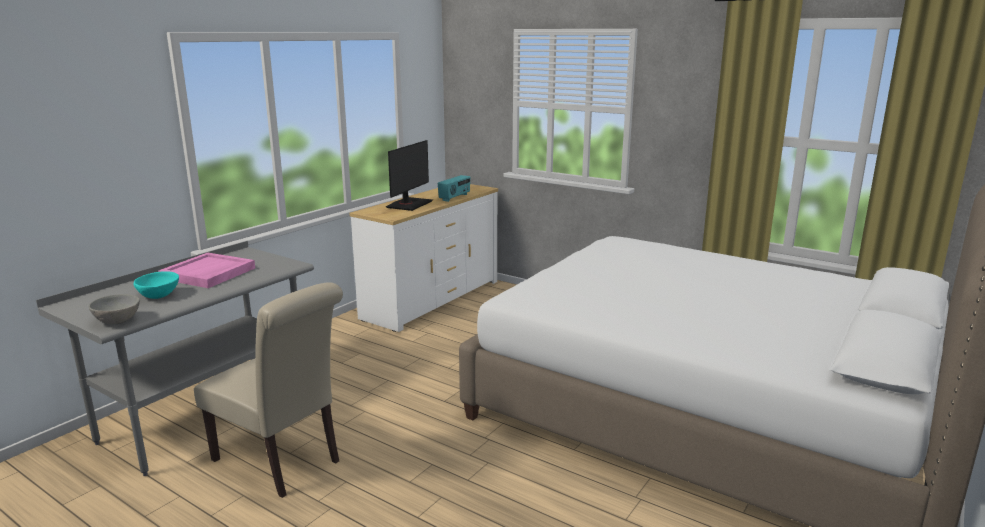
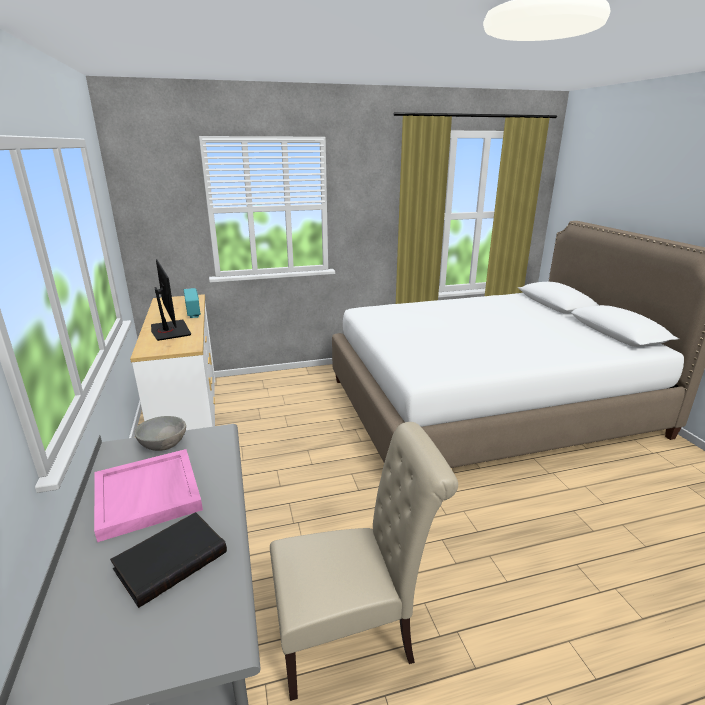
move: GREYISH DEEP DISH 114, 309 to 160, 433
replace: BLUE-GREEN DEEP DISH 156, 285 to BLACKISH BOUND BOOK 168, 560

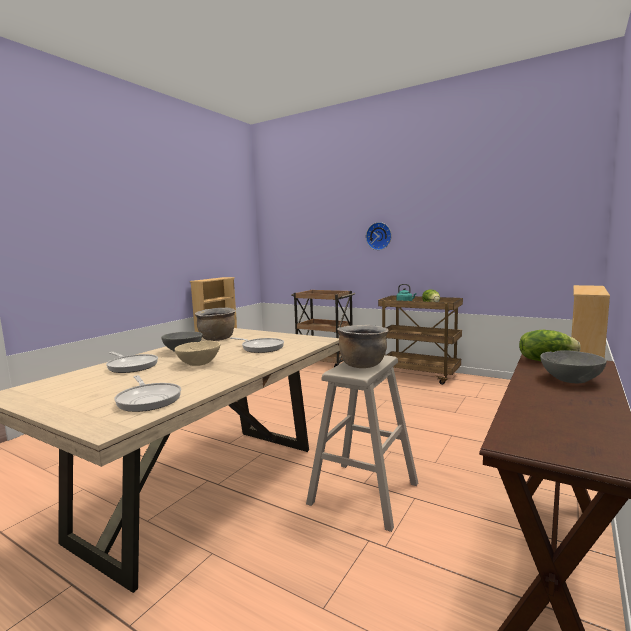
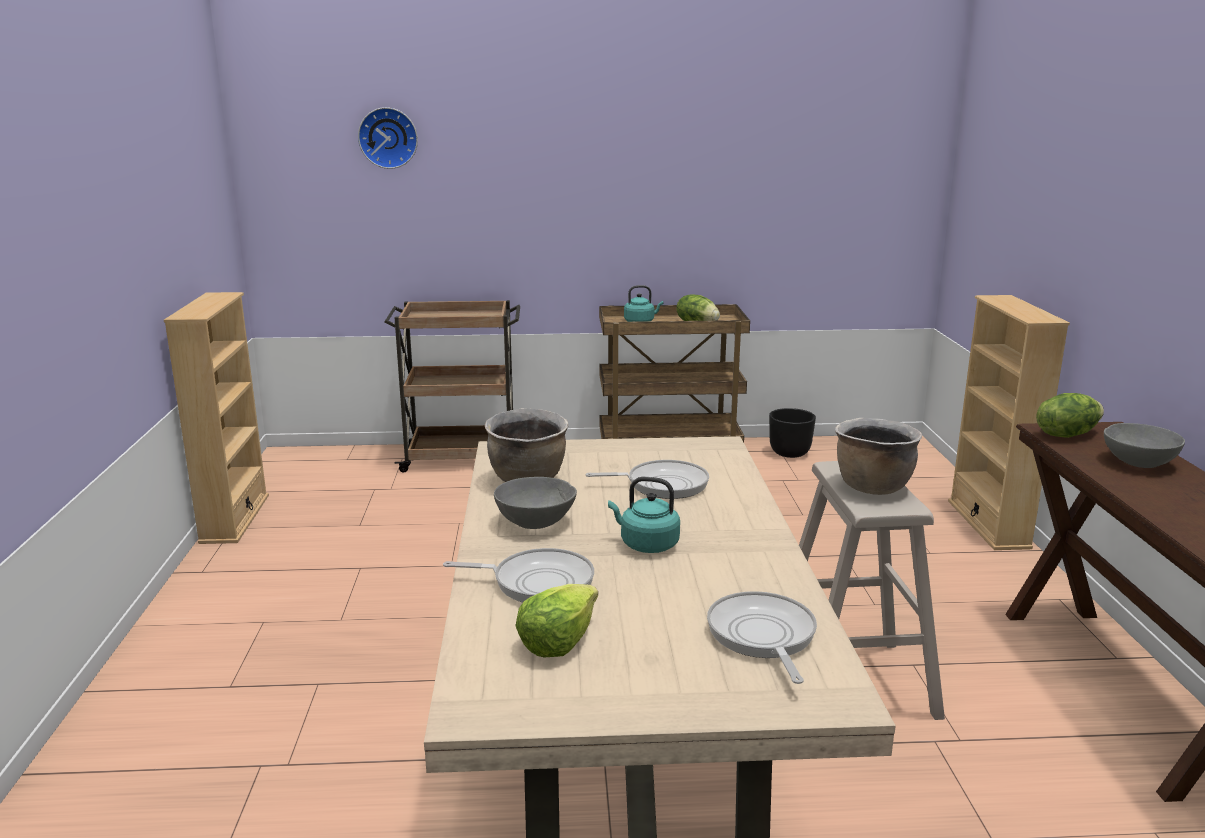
insert: HEAD OF LETTUCE 557, 620; BLACKISH PLANT POT 792, 433
move: HANGING CLOCK 379, 236 to 388, 138
replace: BEIGE-COLOURED DEEP DISH 197, 353 to BLUE-GREEN TEA KETTLE 644, 515
rotate: FRYING PAN 147, 393 = 762, 637 120 degrees counterclockwise

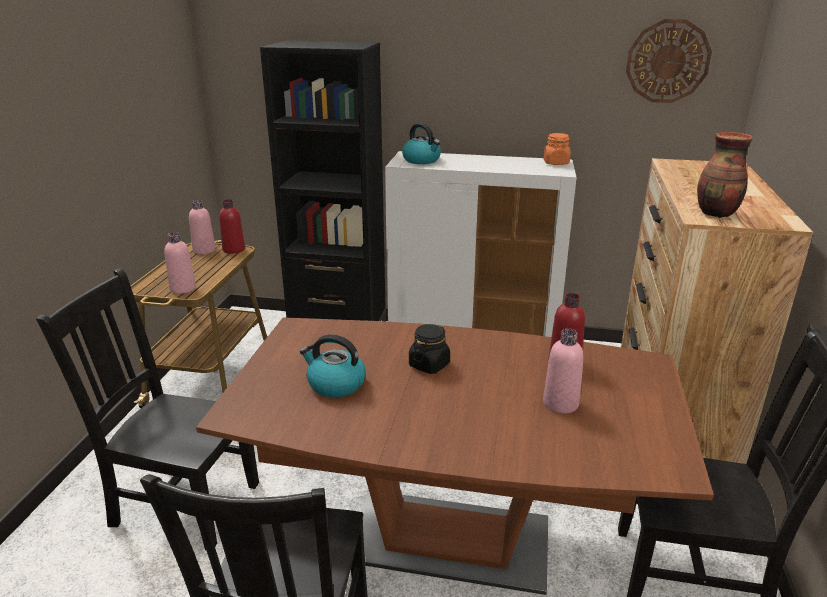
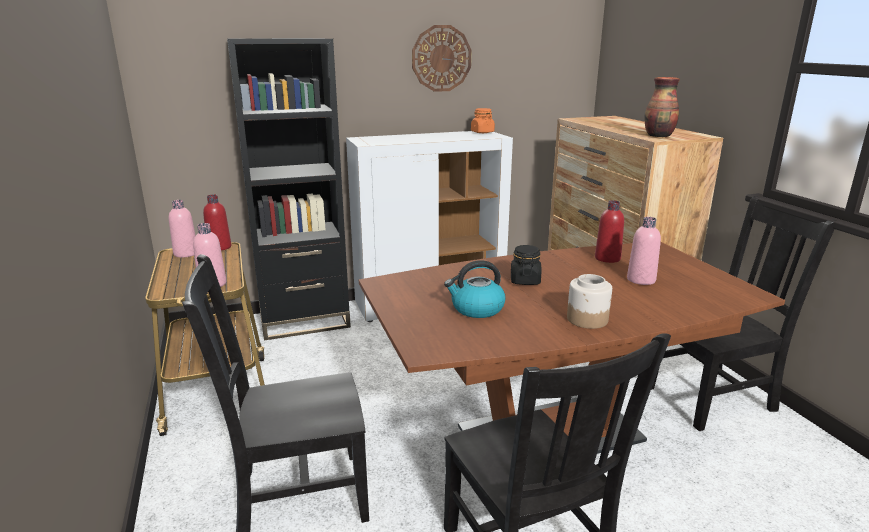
delete: TEA KETTLE 421, 143
insert: PRESERVE JAR 589, 301
move: HANGING CLOCK 669, 61 to 441, 58

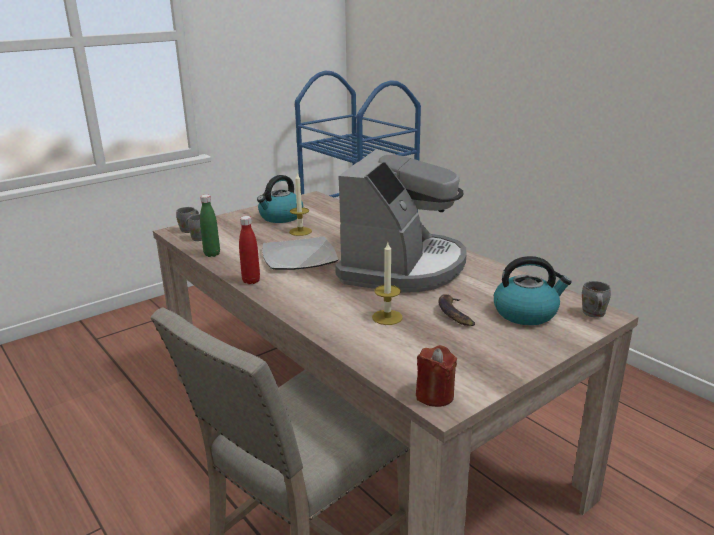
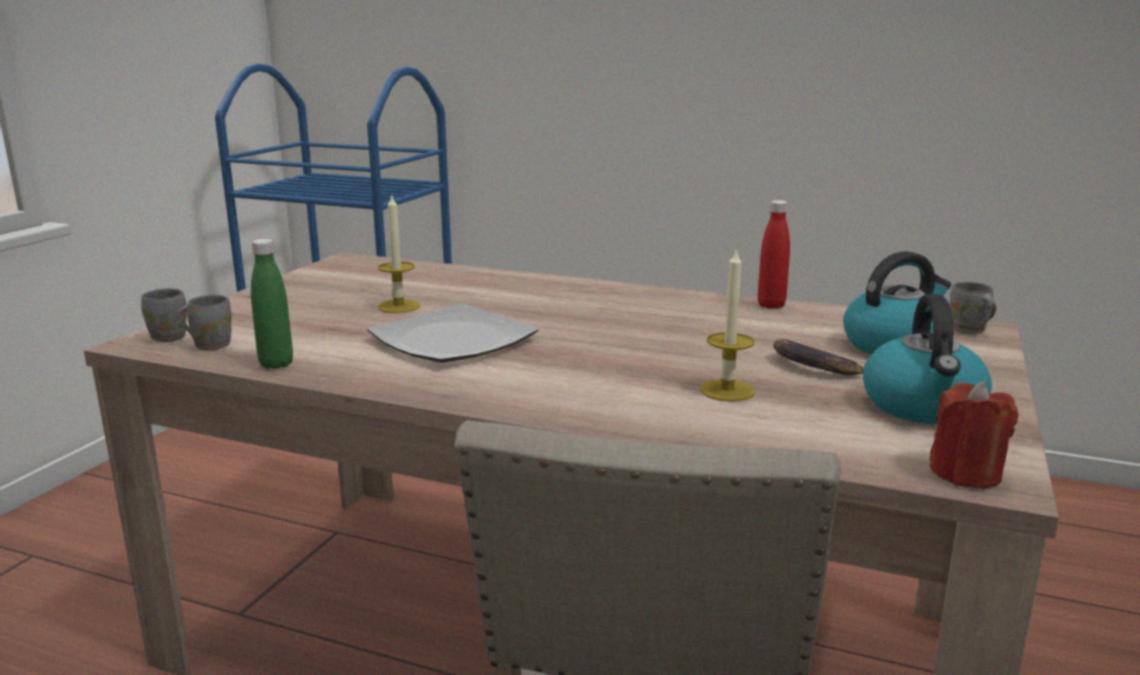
delete: COFFEE BREWER 400, 221
move: RED DRINK BOTTLE 249, 250 to 774, 254; TEA KETTLE 280, 199 to 927, 359

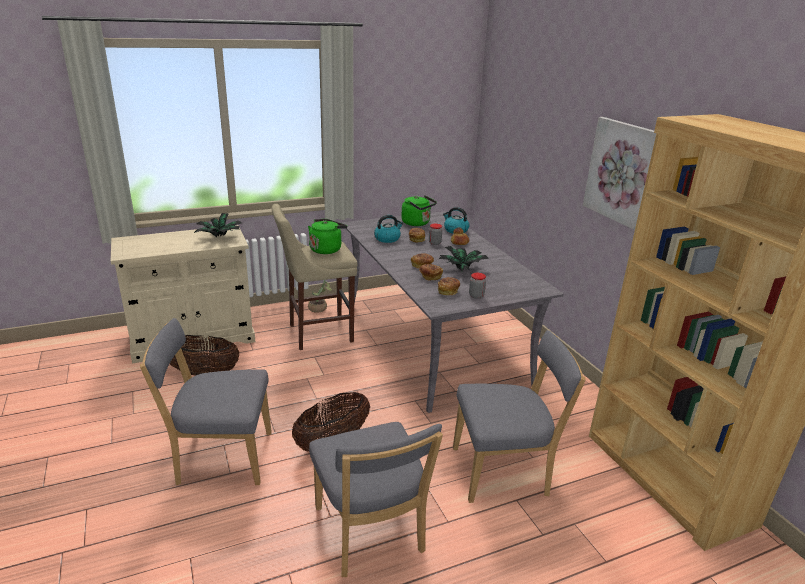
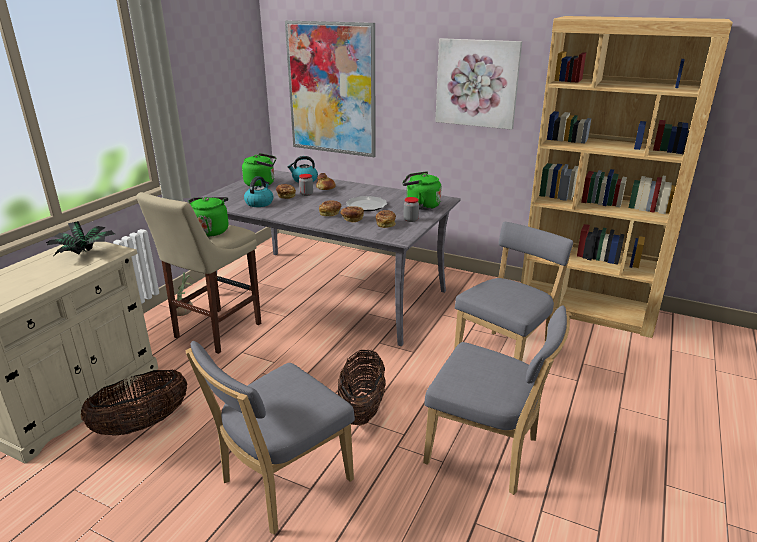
insert: WALL ART 330, 89; GREEN TEA KETTLE 421, 190
replace: PLANT IN A POT 464, 258 to FLAT DISH 366, 203

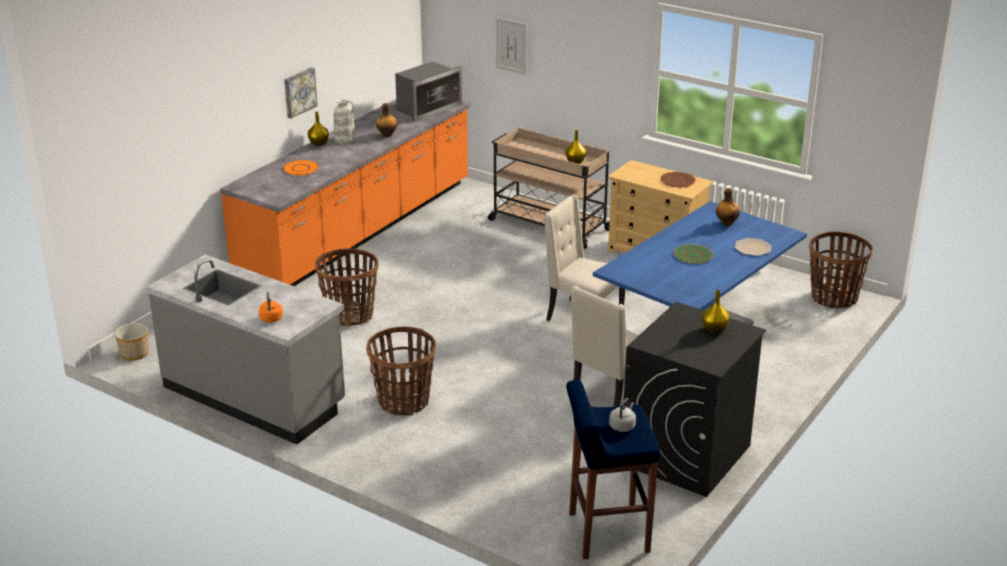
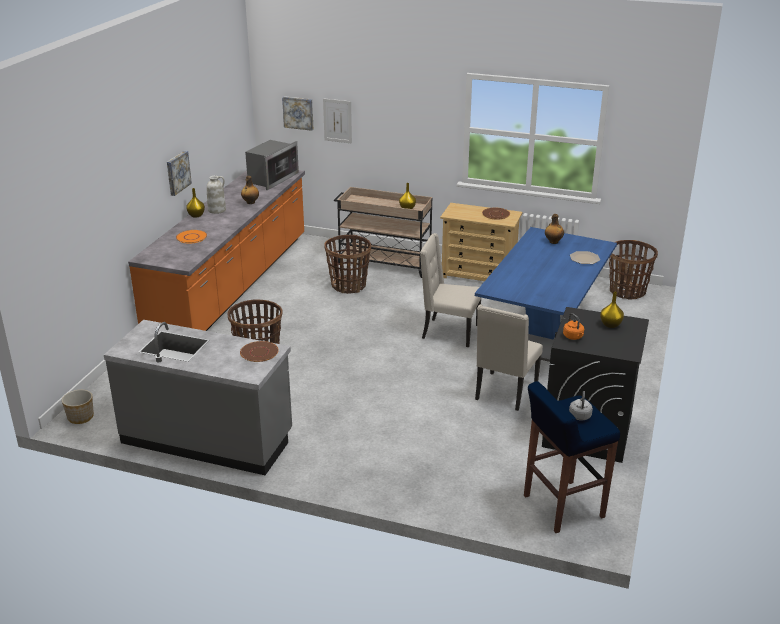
delete: GREEN FLAT DISH 693, 254
insert: BROWN FLAT DISH 259, 351; WALL ART 297, 113
move: ORANGE TEA KETTLE 271, 307 to 573, 326; HOUSEHOLD BASKET 401, 371 to 347, 264

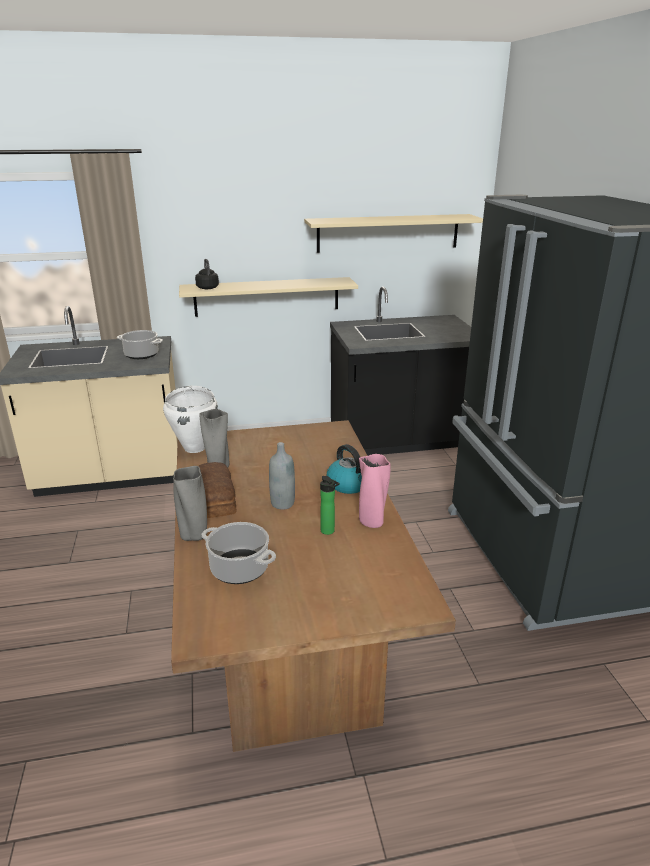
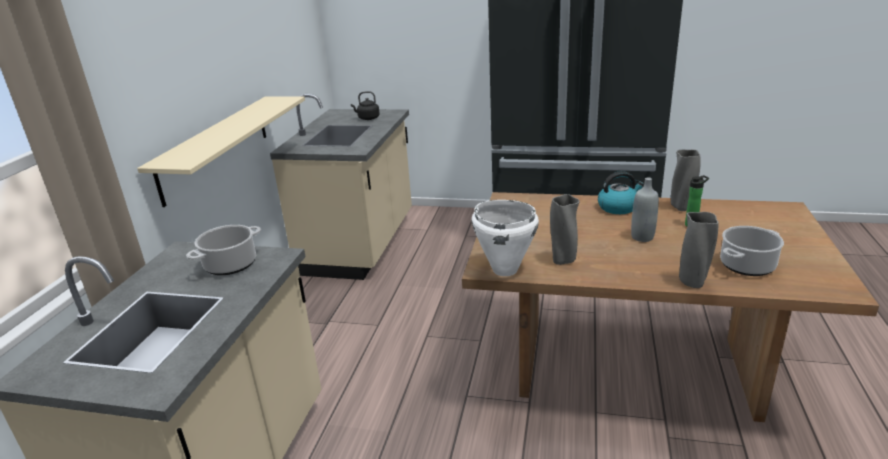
delete: BAKED BREAD 217, 490; BEIGE-COLOURED BRACKET SHELF 393, 233
move: BLACKISH TEA KETTLE 207, 274 to 365, 105
recolor: BLACKISH KITCHEN COUNTER 400, 371 to BEIGE-COLOURED KITCHEN COUNTER 341, 187; PINK VASE 374, 491 to GREYISH VASE 686, 180

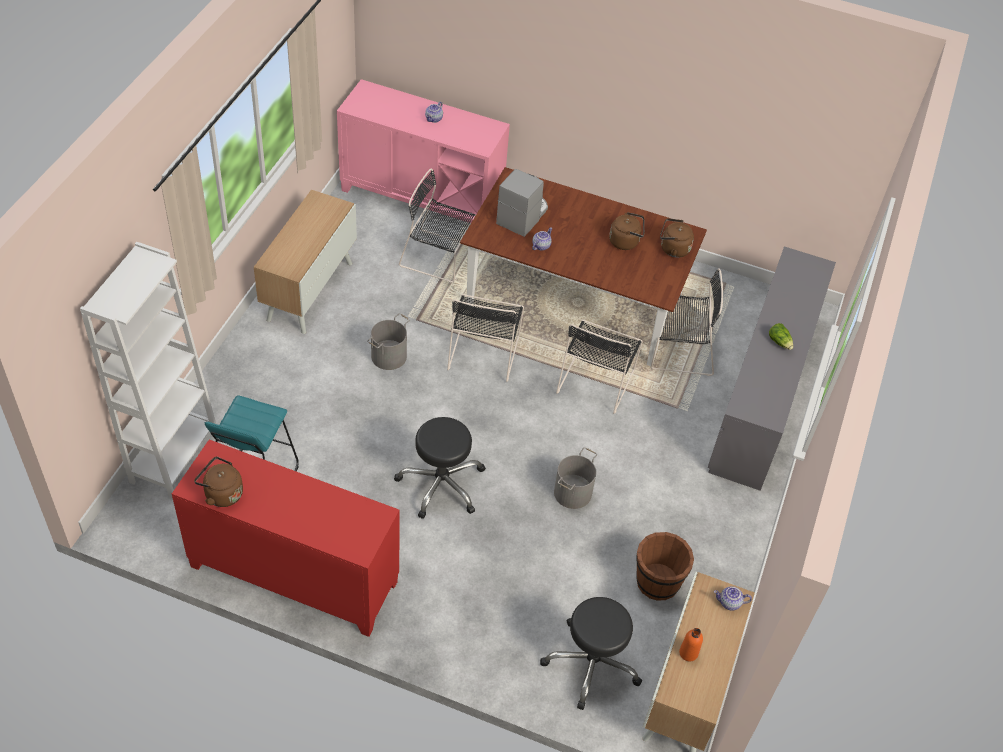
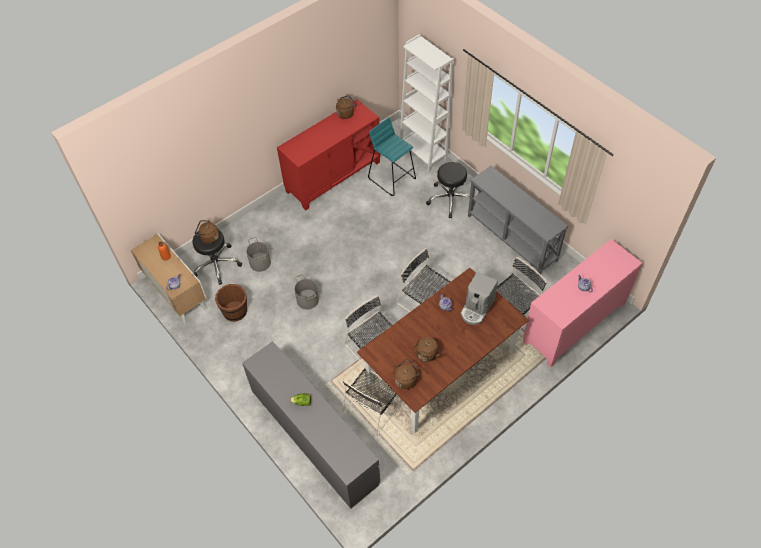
insert: BROWN TEA KETTLE 207, 232
move: GREYISH BUCKET 388, 341 to 258, 254; BLACKISH SITTING STOOL 440, 468 to 448, 190
replace: CUPBOARD 305, 262 to GREYISH NARROW TABLE 517, 221
rotate: COFFEE BREWER 522, 203 = 479, 298 60 degrees clockwise

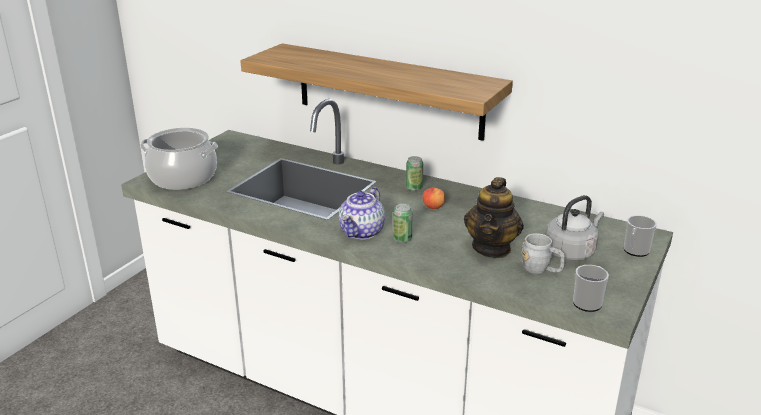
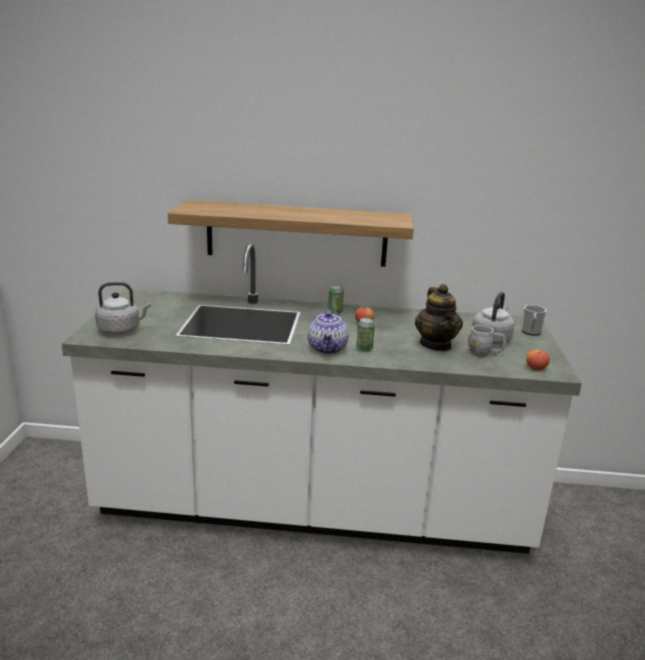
replace: STOCKPOT 179, 159 to GREYISH TEA KETTLE 123, 308; MUG 591, 288 to APPLE 538, 359

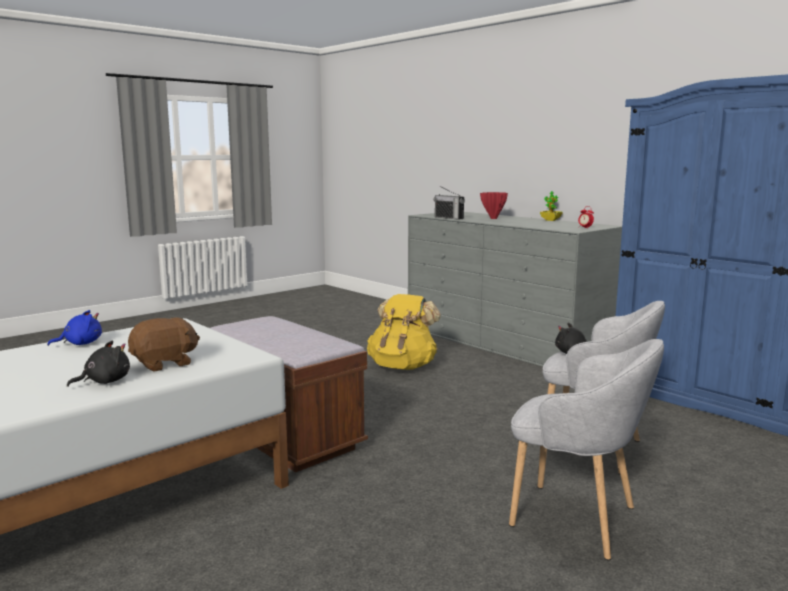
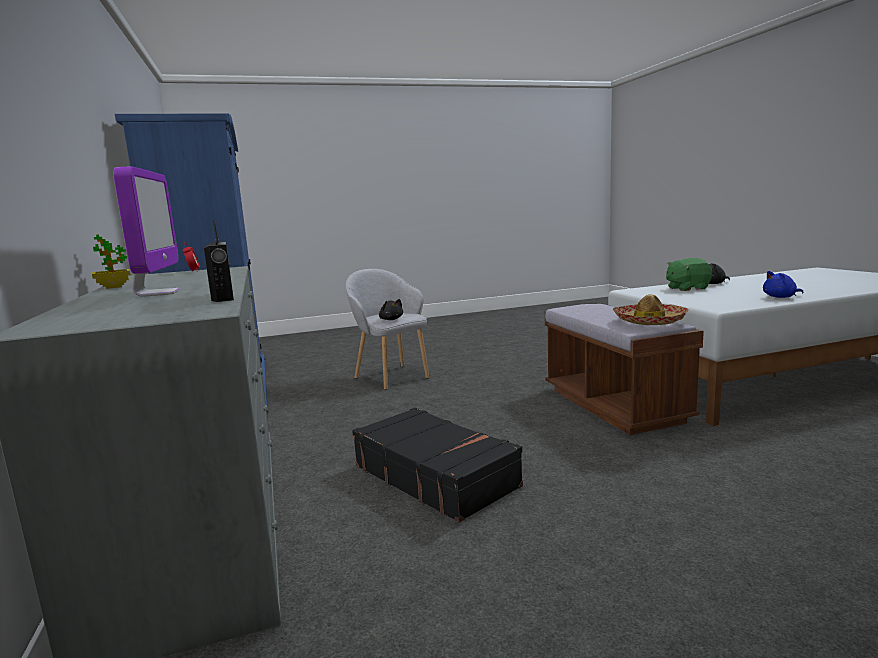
delete: GREYISH LOUNGE CHAIR 586, 449
insert: WEARABLE HAT 651, 309
replace: YELLOW-COLOURED RUCKSACK 404, 332 to BLACKISH TRAVEL CASE 437, 465; RED VASE 494, 205 to COMPUTER DISPLAY 146, 231
recolor: BROWN PLUSH TOY 164, 344 to GREEN PLUSH TOY 689, 274

